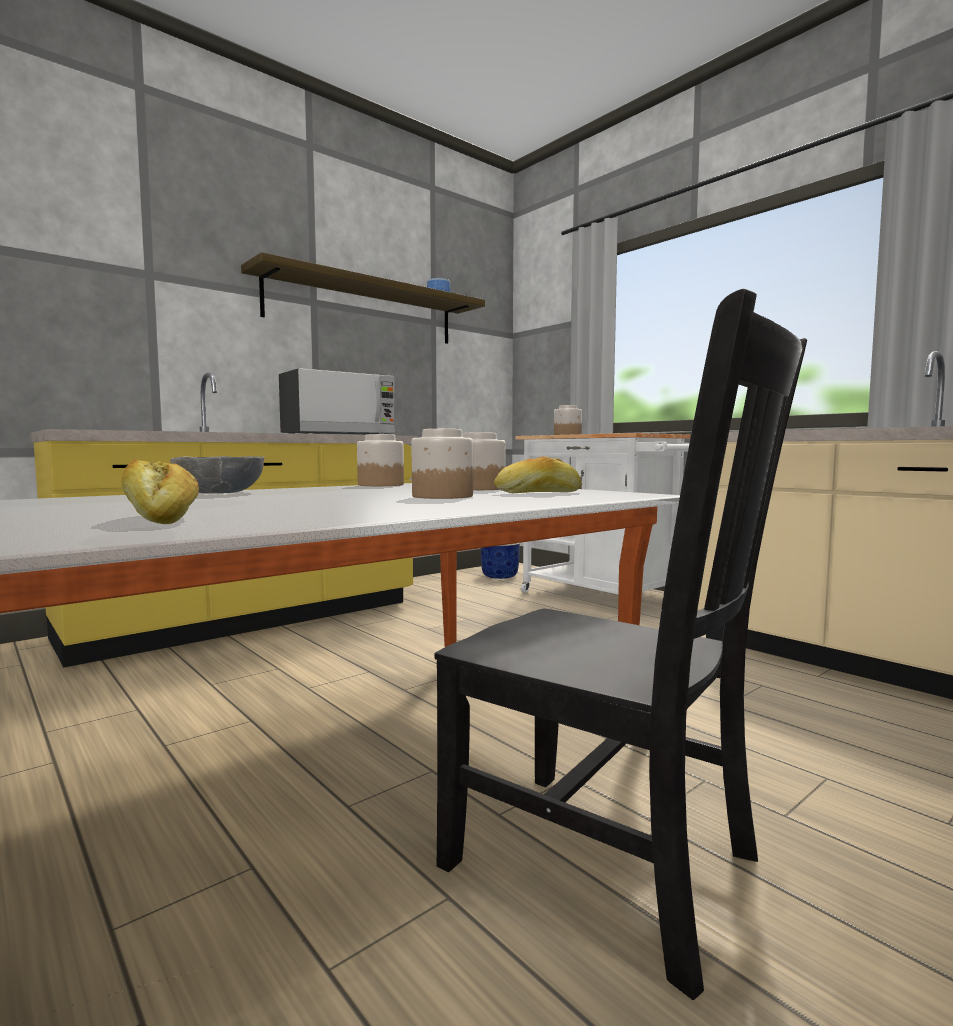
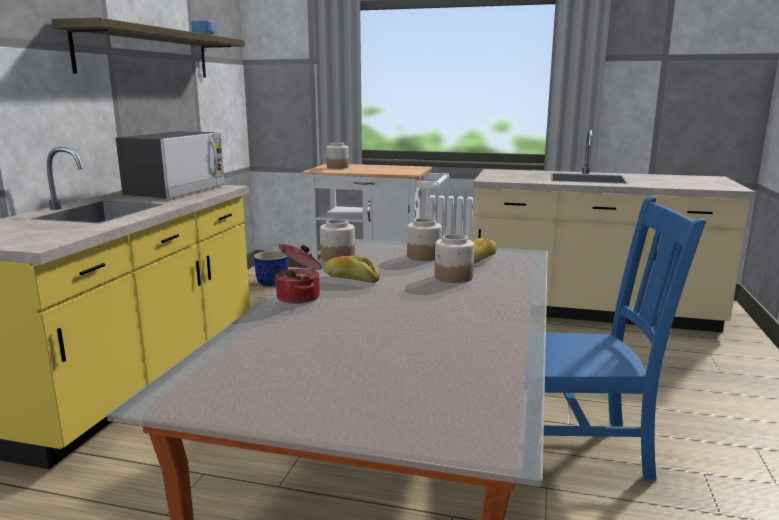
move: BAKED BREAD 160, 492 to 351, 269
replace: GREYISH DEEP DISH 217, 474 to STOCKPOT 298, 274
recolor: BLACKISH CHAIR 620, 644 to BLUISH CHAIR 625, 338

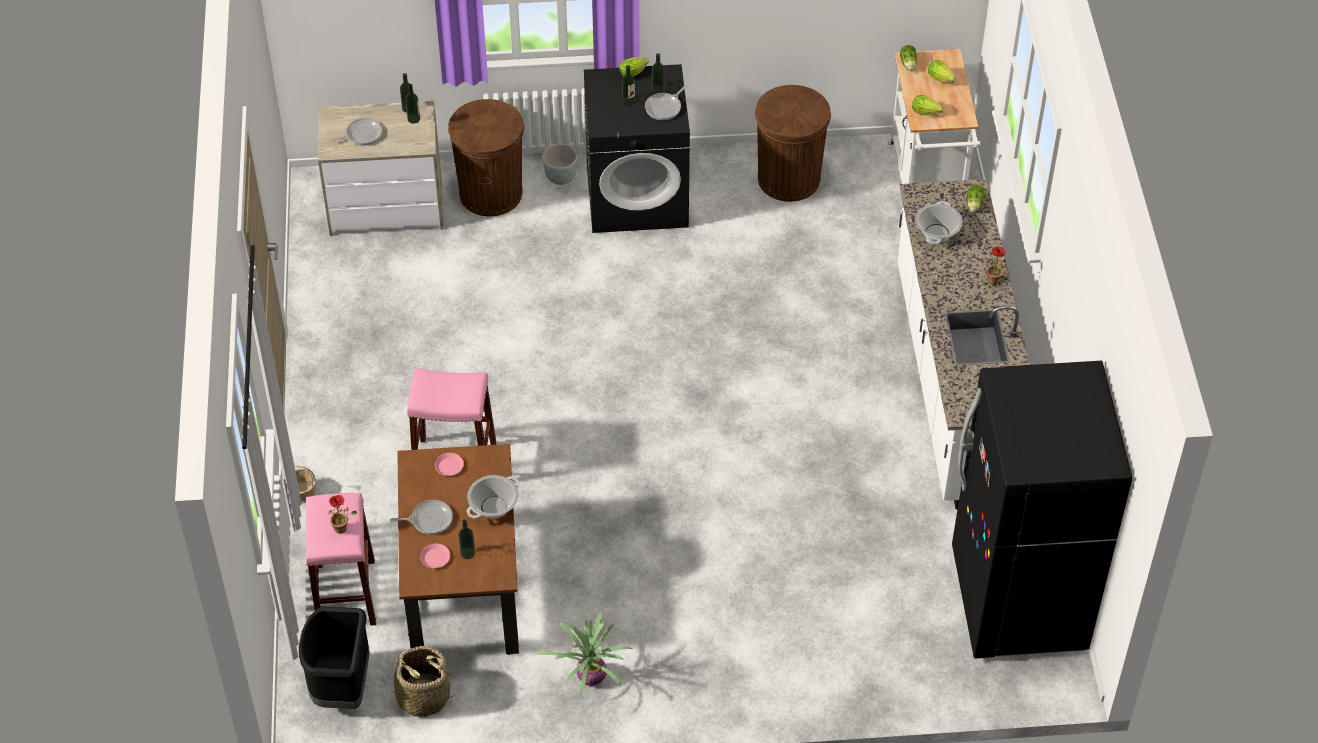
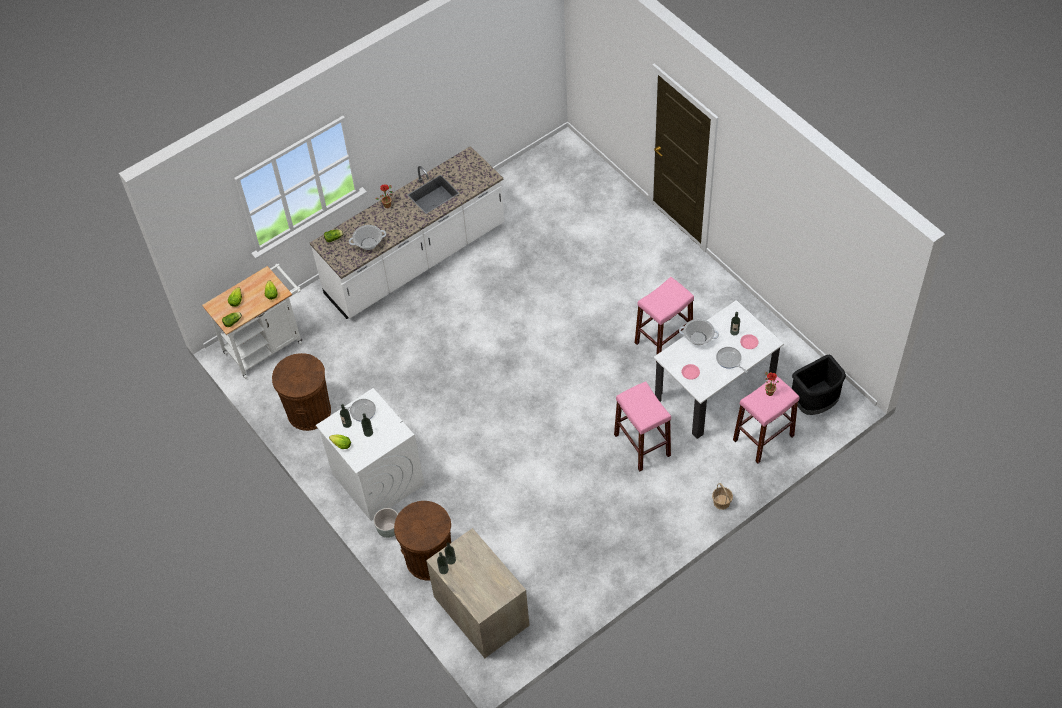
delete: FRYING PAN 355, 132; HOUSEHOLD BASKET 419, 681; PLANT IN A POT 584, 654; BLACKISH KITCHEN FRIDGE 1042, 509
insert: PINK SITTING STOOL 664, 316
recolor: BROWN KITCHEN TABLE 458, 549 to WHITISH KITCHEN TABLE 719, 369; BLACKISH LAUNDRY MACHINE 637, 148 to WHITISH LAUNDRY MACHINE 370, 454

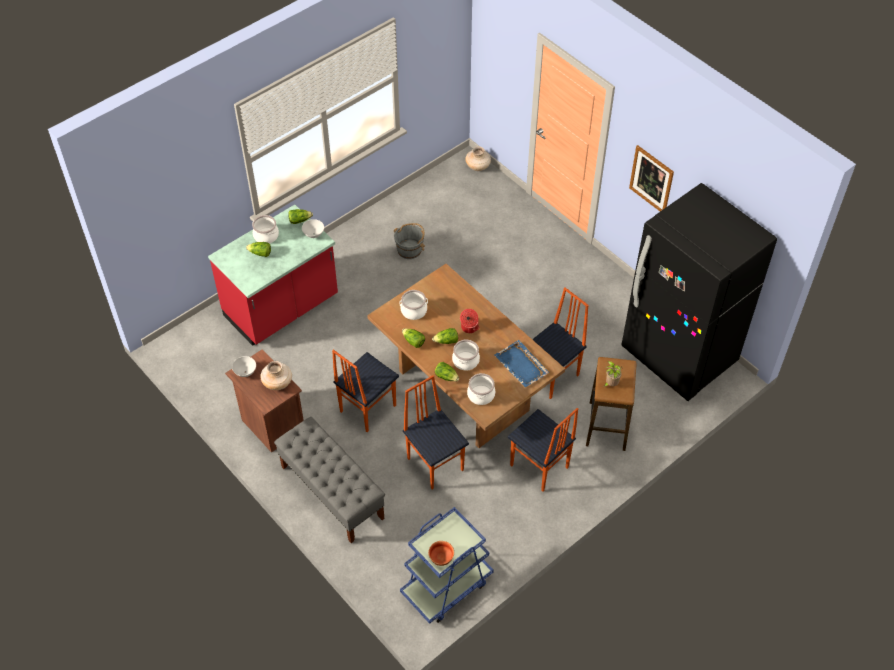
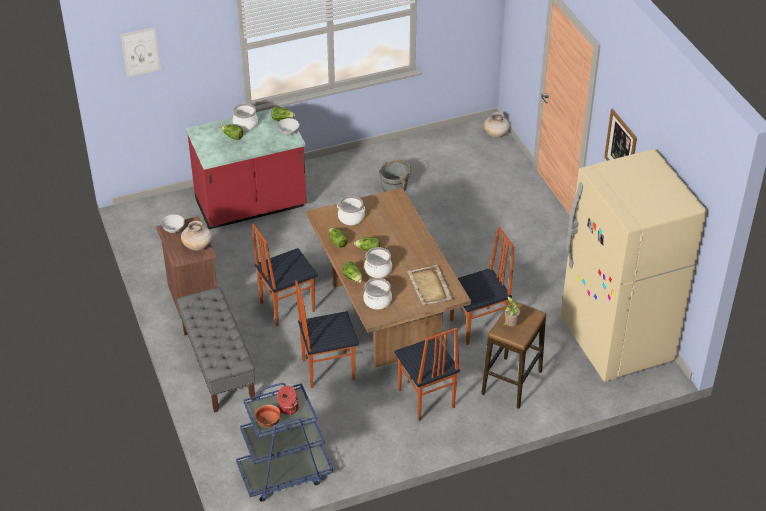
insert: WALL ART 140, 52
move: STOCKPOT 470, 321 to 288, 400
recolor: BLUISH CARRYING TRAY 521, 363 to BEIGE-COLOURED CARRYING TRAY 430, 285; BLACKISH KITCHEN FRIDGE 699, 292 to BEIGE-COLOURED KITCHEN FRIDGE 634, 265
rotate: CHAIR 436, 432 = 327, 334 90 degrees counterclockwise

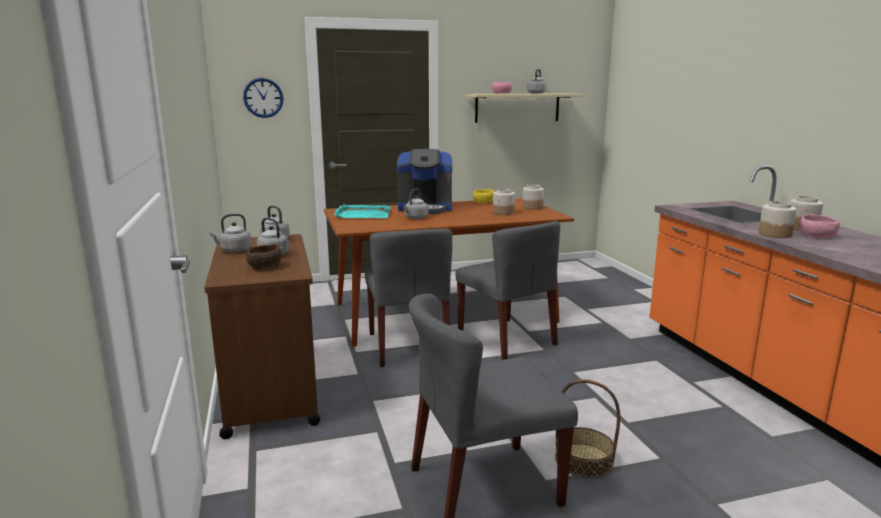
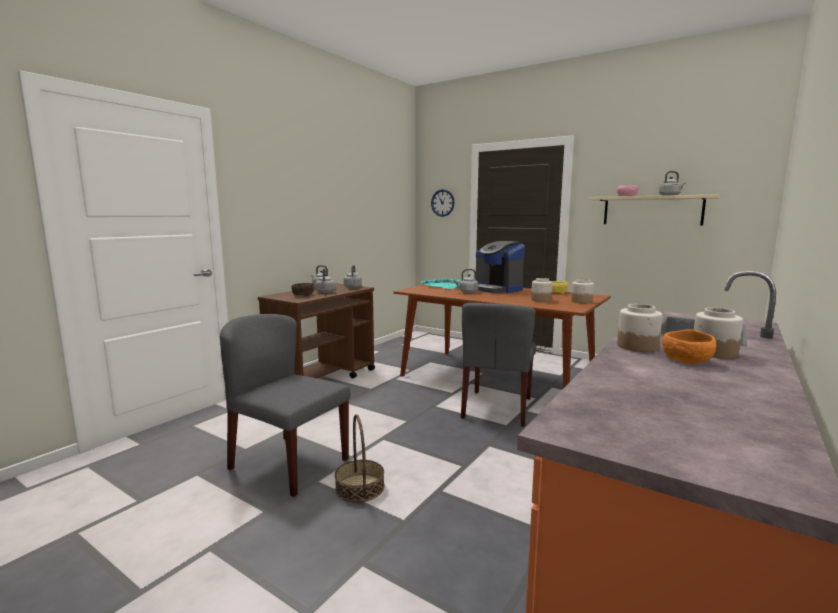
delete: GREYISH CHAIR 408, 297
recolor: PINK DEEP DISH 819, 226 to ORANGE DEEP DISH 689, 347

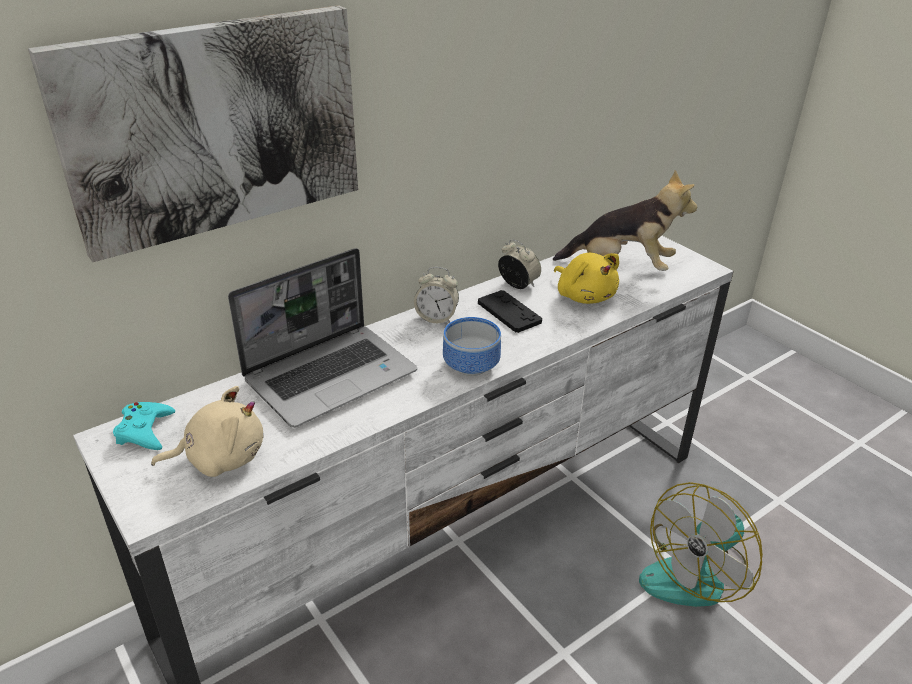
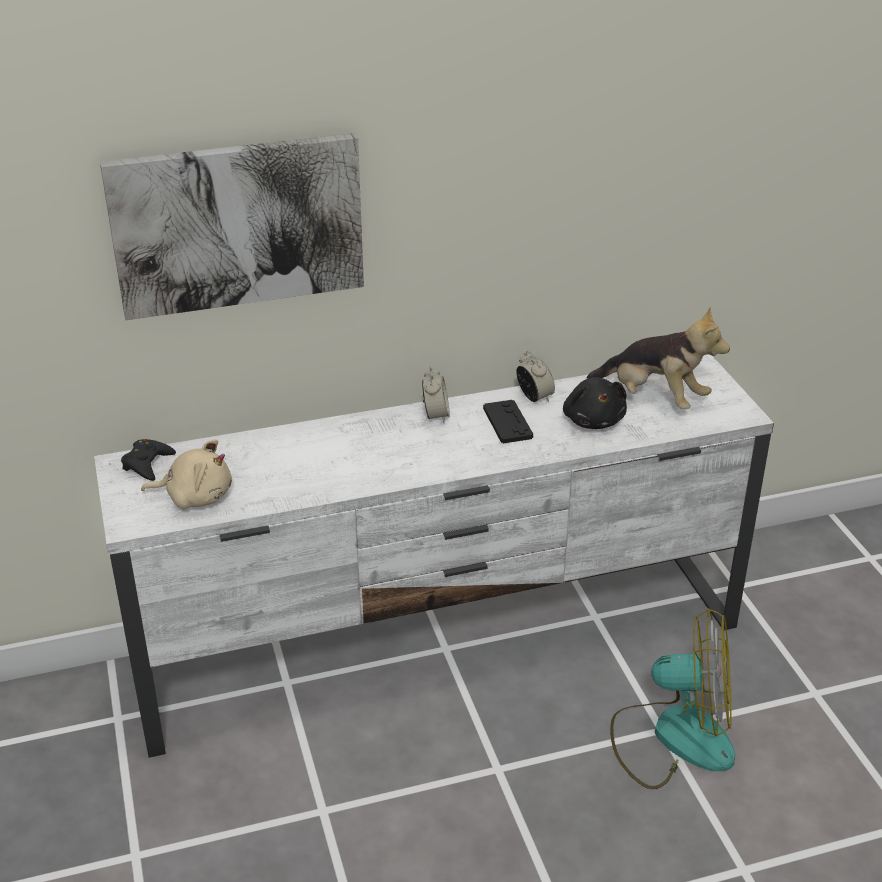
delete: NOTEBOOK COMPUTER 322, 337; DEEP DISH 472, 346
recolor: BLUE-GREEN GAMEPAD 144, 426 to BLACKISH GAMEPAD 148, 460; YELLOW-COLOURED PLUSH TOY 586, 278 to BLACKISH PLUSH TOY 595, 403
rotate: TABLE CLOCK 436, 295 = 436, 394 120 degrees counterclockwise; ELECTRIC FAN 701, 544 = 672, 698 150 degrees counterclockwise

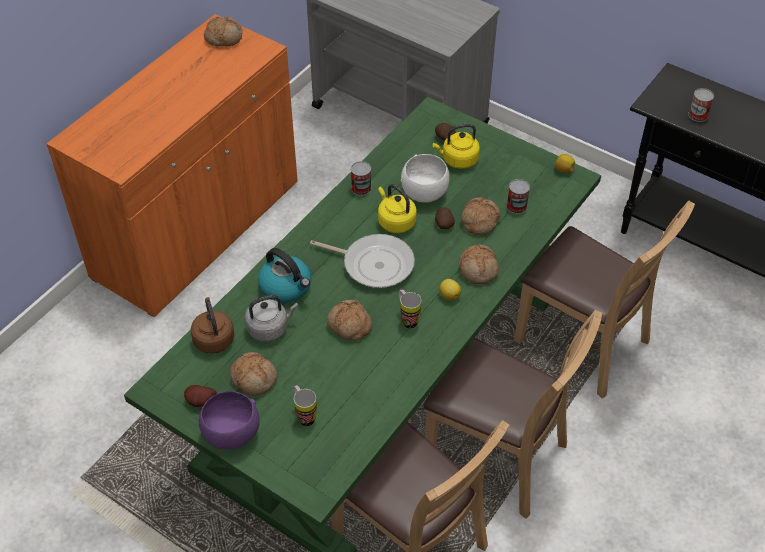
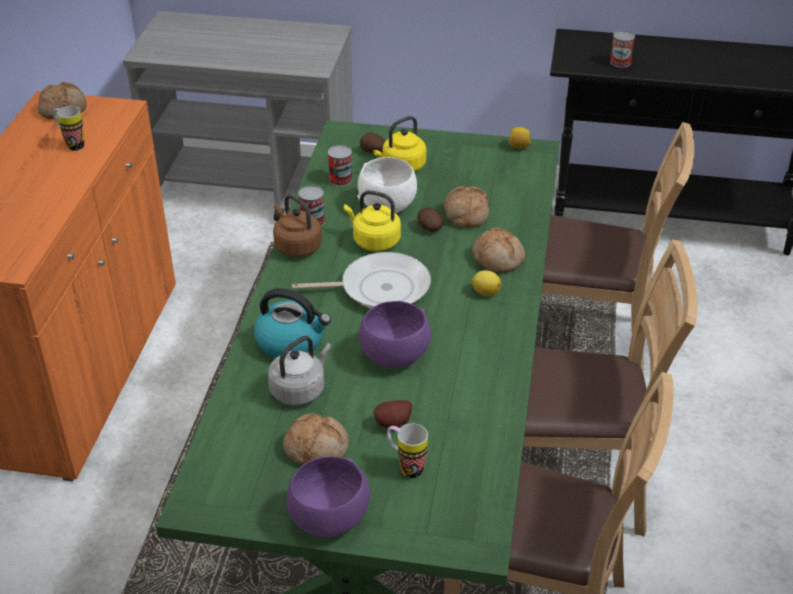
move: POTATO 200, 396 to 393, 414; BROWN TEA KETTLE 212, 325 to 297, 225; MUG 410, 309 to 68, 128; SEALED CAN 518, 196 to 340, 165
replace: BAKED BREAD 349, 320 to PURPLE-COLOURED DEEP DISH 395, 334

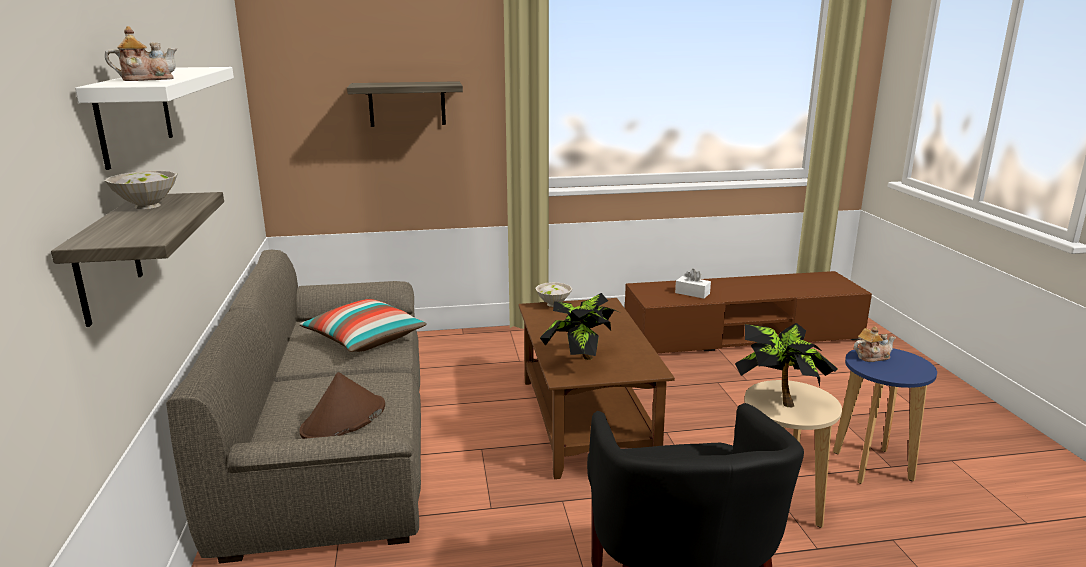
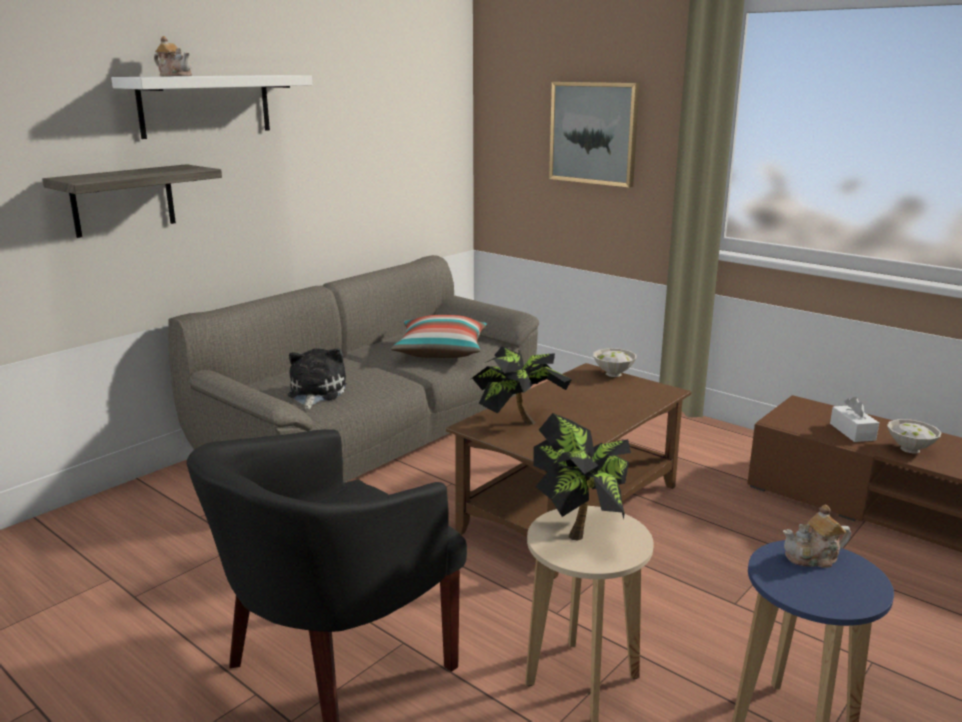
move: WHITISH DEEP DISH 141, 189 to 914, 436
replace: BROWN WEARABLE HAT 342, 405 to PLUSH TOY 317, 378; BRACKET SHELF 405, 104 to WALL ART 594, 134
rotate: TEA POT 875, 344 = 817, 536 135 degrees clockwise

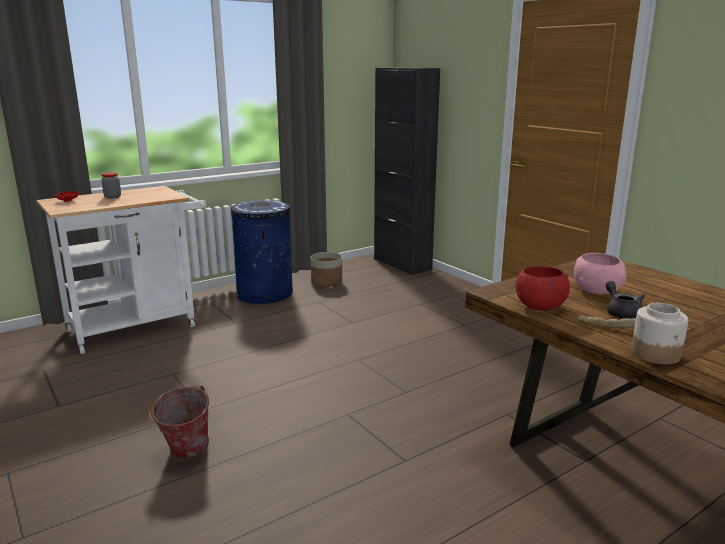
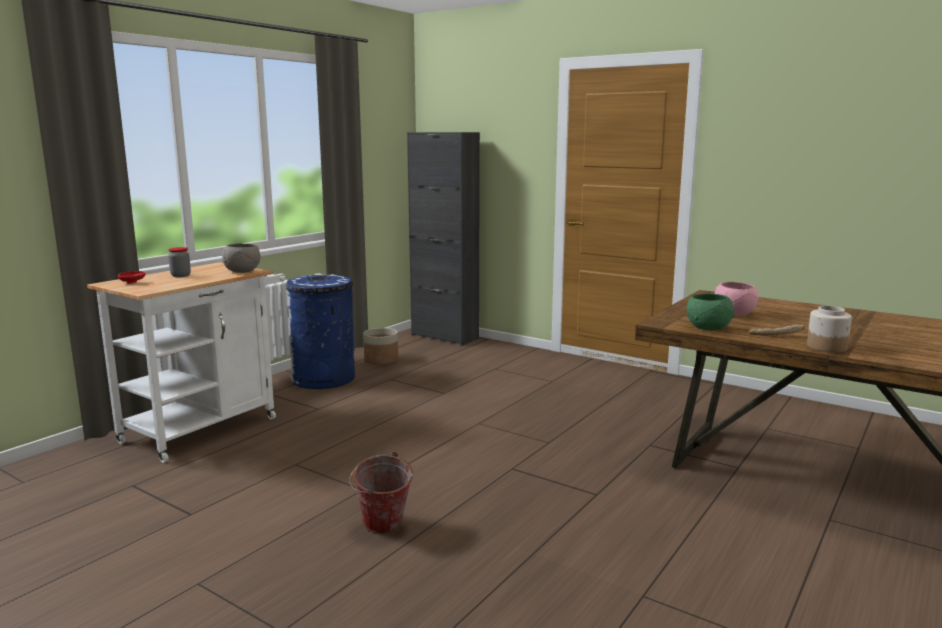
delete: GREYISH TEA POT 625, 300
insert: GREYISH DEEP DISH 241, 258
recolor: RED DEEP DISH 542, 288 to GREEN DEEP DISH 710, 312

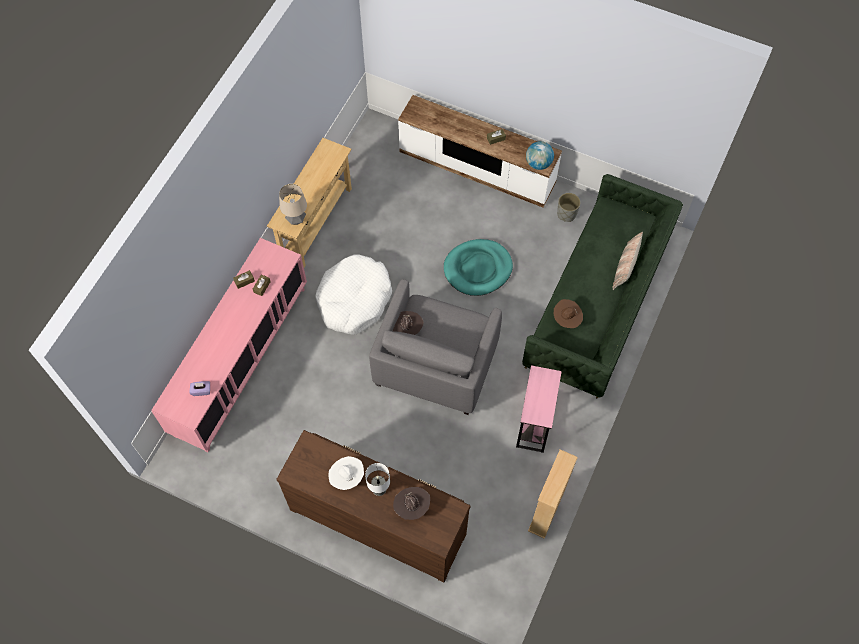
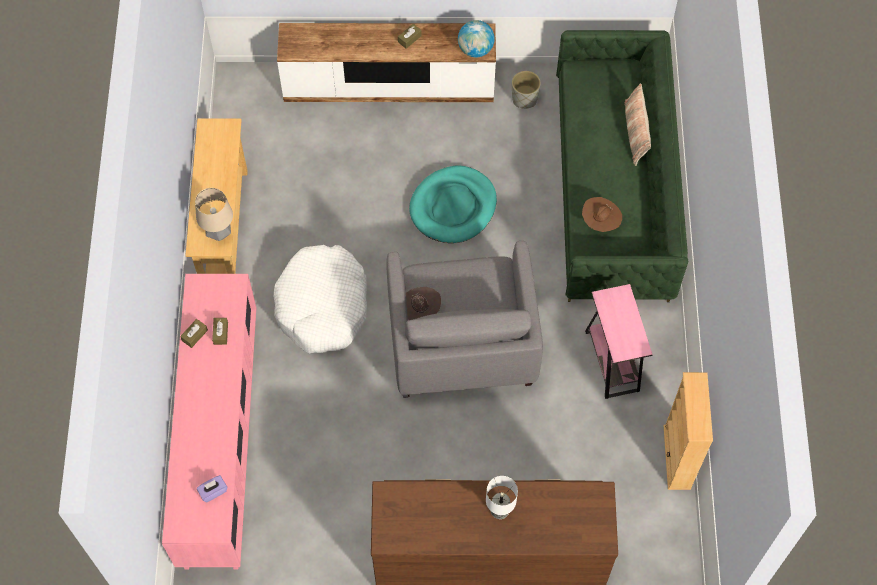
delete: WHITISH WEARABLE HAT 346, 473; BROWN WEARABLE HAT 411, 503

